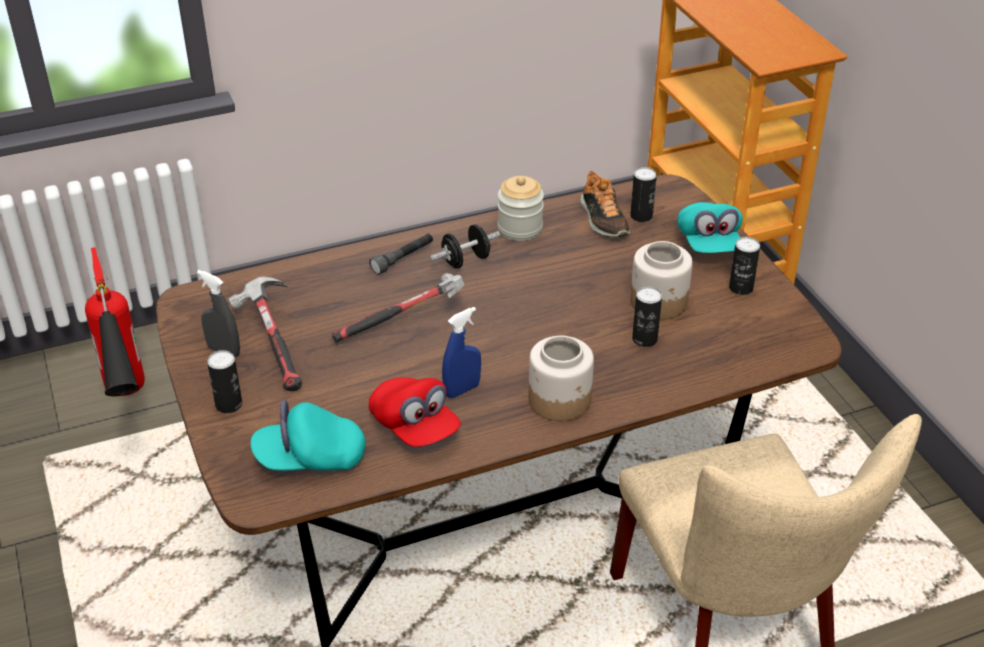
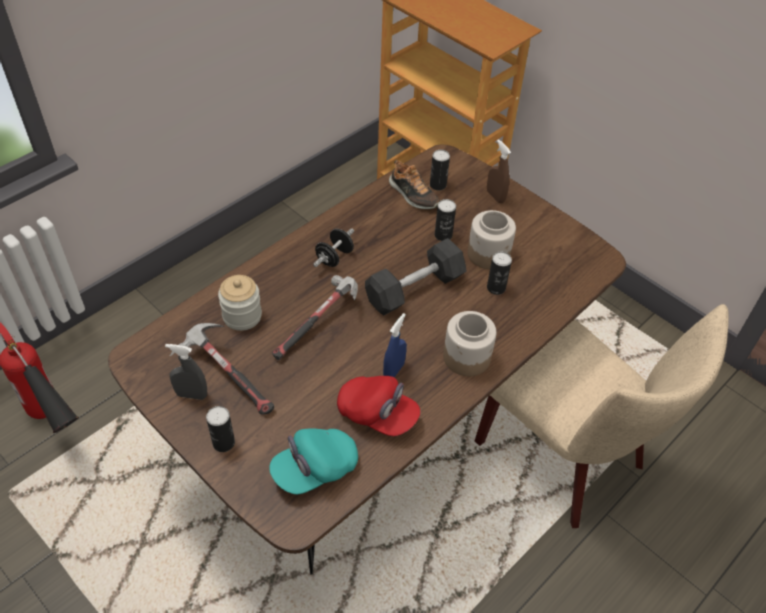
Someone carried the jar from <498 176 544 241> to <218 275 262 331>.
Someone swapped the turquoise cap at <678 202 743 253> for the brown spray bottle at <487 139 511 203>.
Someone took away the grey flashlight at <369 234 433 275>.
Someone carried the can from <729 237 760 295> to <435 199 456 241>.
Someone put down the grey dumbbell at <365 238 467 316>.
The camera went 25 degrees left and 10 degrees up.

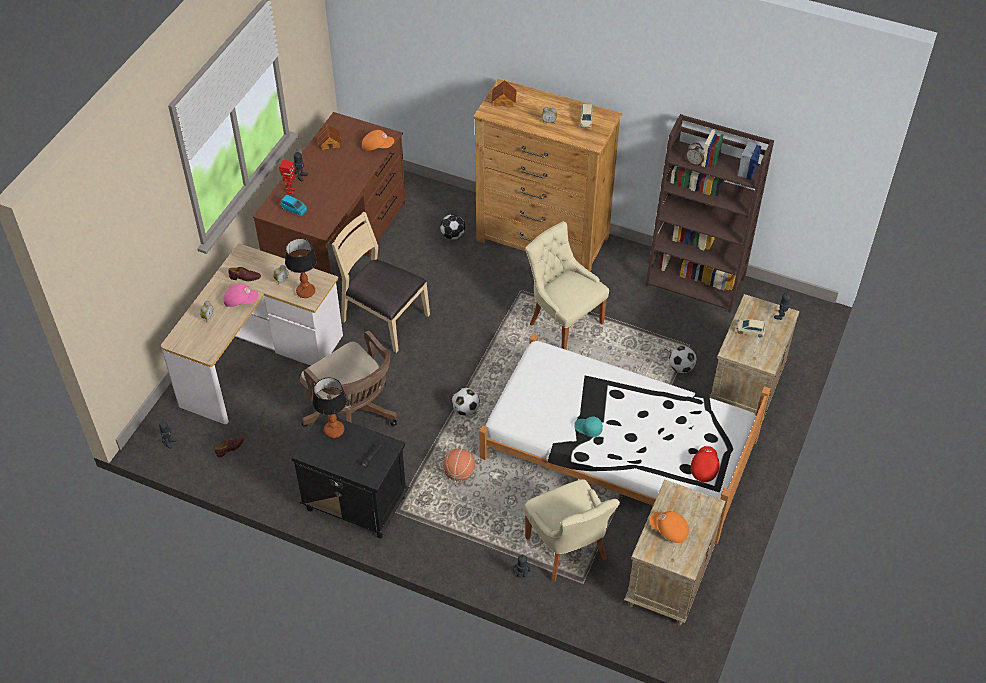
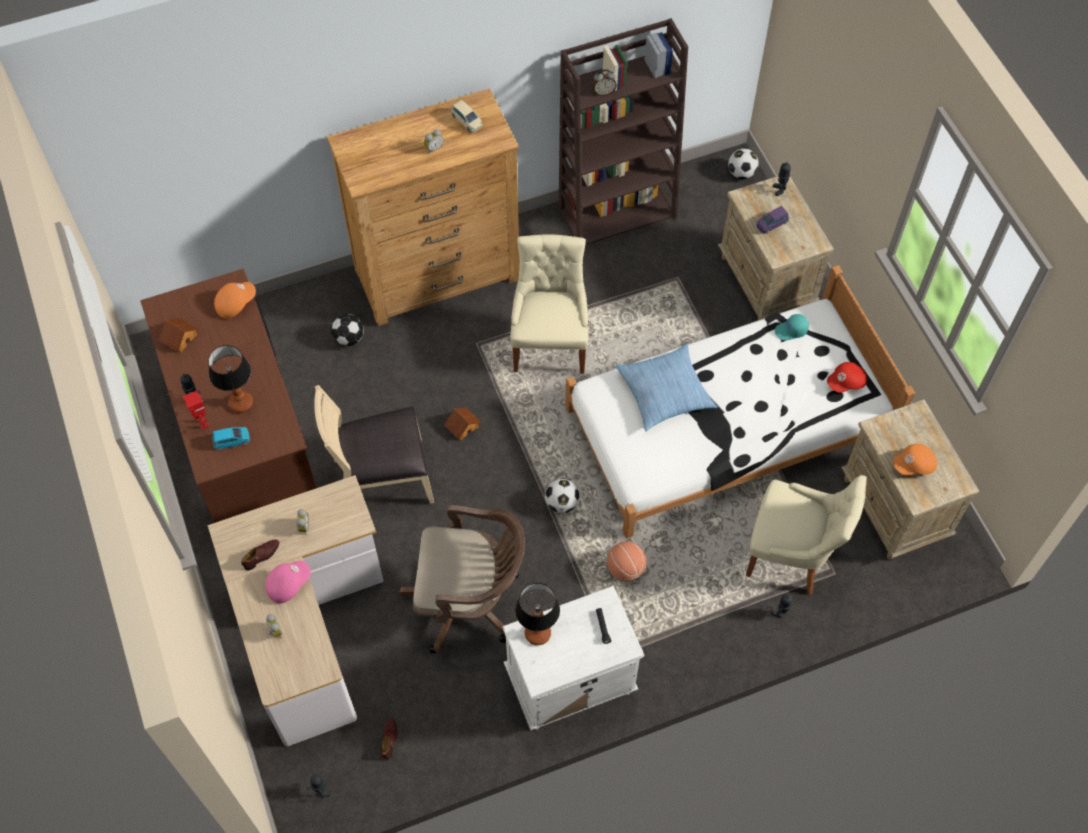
Someone carried the toy house from <491 80 517 107> to <444 408 481 441>.
Someone rotated the beige chair at <525 221 609 350> by 90 degrees clockwise.
Someone carried the table lamp from <285 238 317 298> to <208 345 253 413>.
Someone repainted the beige toy car at <736 319 765 337>, which became the purple toy car at <756 206 789 234>.
Someone carried the football from <669 346 697 373> to <728 148 759 179>.
Someone repainted the black nightstand at <292 414 409 539>, which became the white nightstand at <502 586 644 730>.
Someone carried the turquoise cap from <574 416 603 437> to <774 314 809 340>.
Someone rotated the red cap at <691 446 720 482> by 90 degrees counterclockwise.
Someone put down the pillow at <616 343 718 431>.
The camera went 45 degrees left and 10 degrees up.

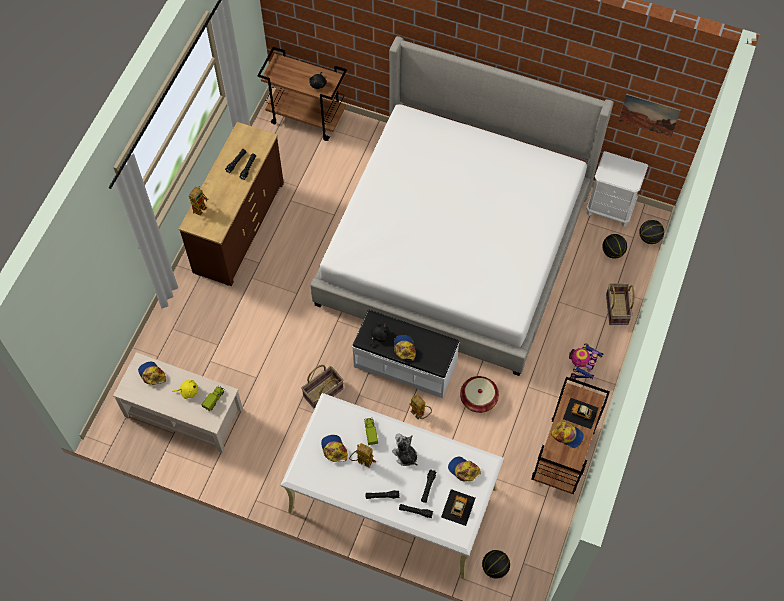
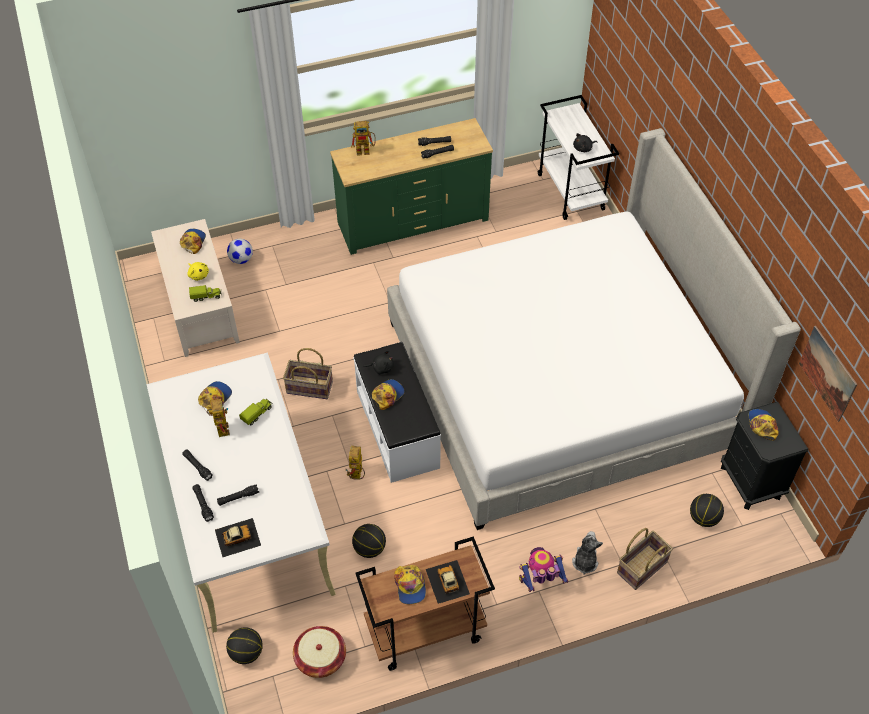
Someone repainted the brown cart at <257 47 347 141>, which became the white cart at <538 95 619 220>.
Someone repainted the brown dresser at <179 122 284 286>, which became the green dresser at <330 118 493 255>.
Someone repainted the white nightstand at <586 151 648 227>, which became the black nightstand at <721 402 808 510>.
Someone carried the basketball from <639 220 664 244> to <352 524 386 558>.
Someone carried the basket from <460 376 499 413> to <293 626 346 678>.
Someone carried the plush toy from <392 433 418 466> to <572 531 603 575>.
Someone carried the cap from <448 457 481 481> to <749 409 778 440>.
Someone put down the football at <227 239 253 264>.
The camera went 50 degrees right and 10 degrees down.

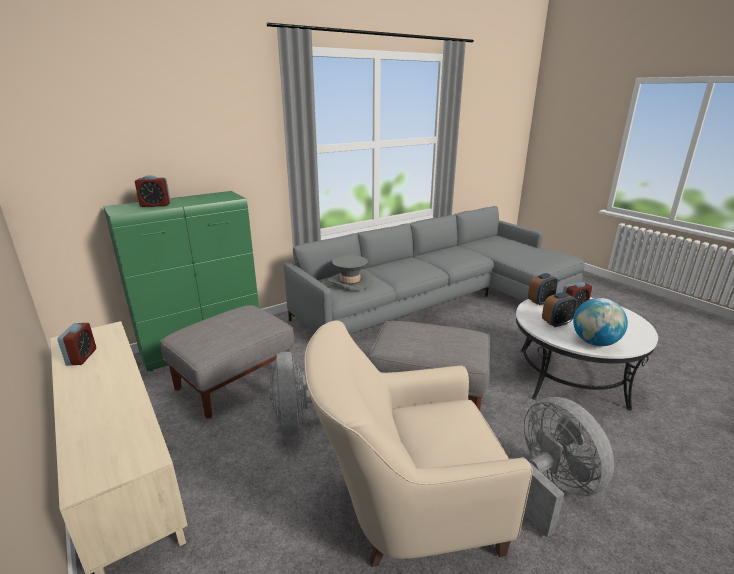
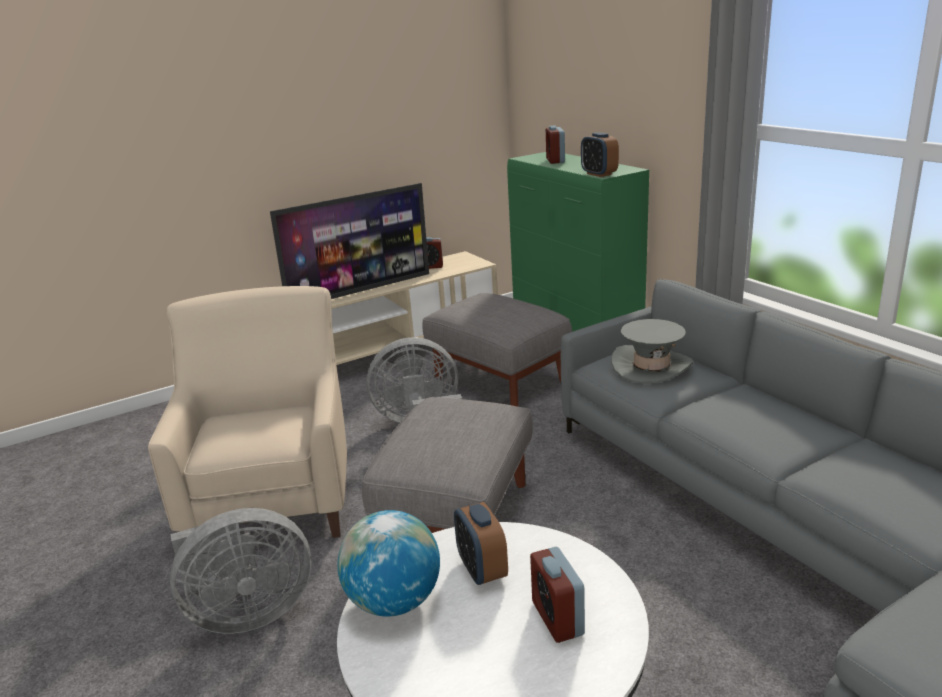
Someone carried the alarm clock from <528 273 558 305> to <581 132 619 177>.
Someone put down the television at <270 183 429 299>.
The camera went 95 degrees right and 0 degrees up.

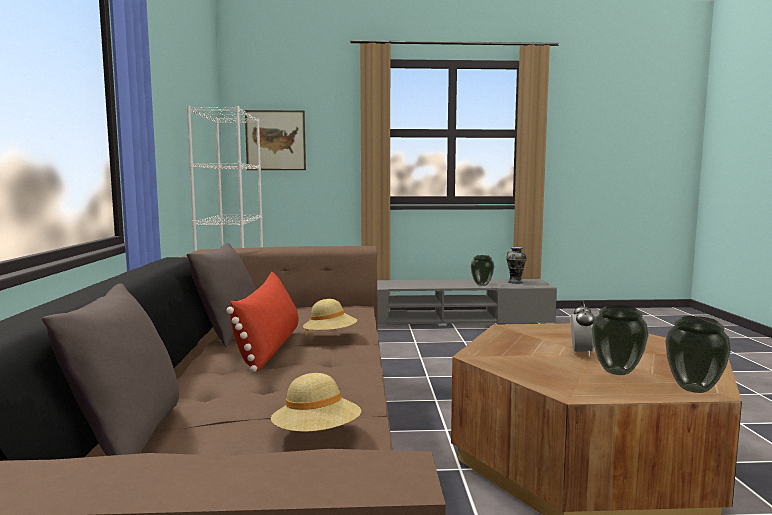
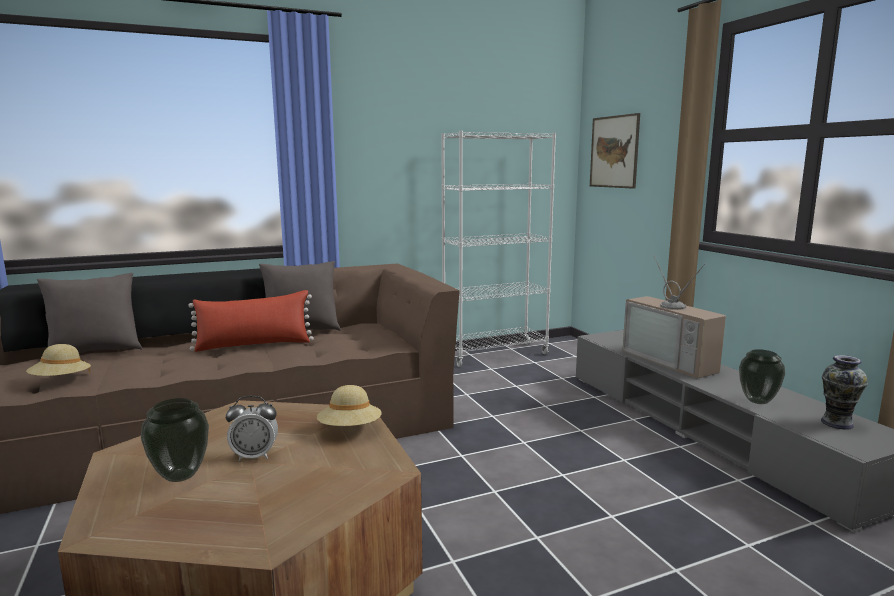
Someone carried the beige hat from <303 299 357 333> to <317 385 382 426>.
Someone took away the vase at <665 316 731 393>.
Someone put down the television at <623 255 726 379>.
The camera went 70 degrees right and 5 degrees up.

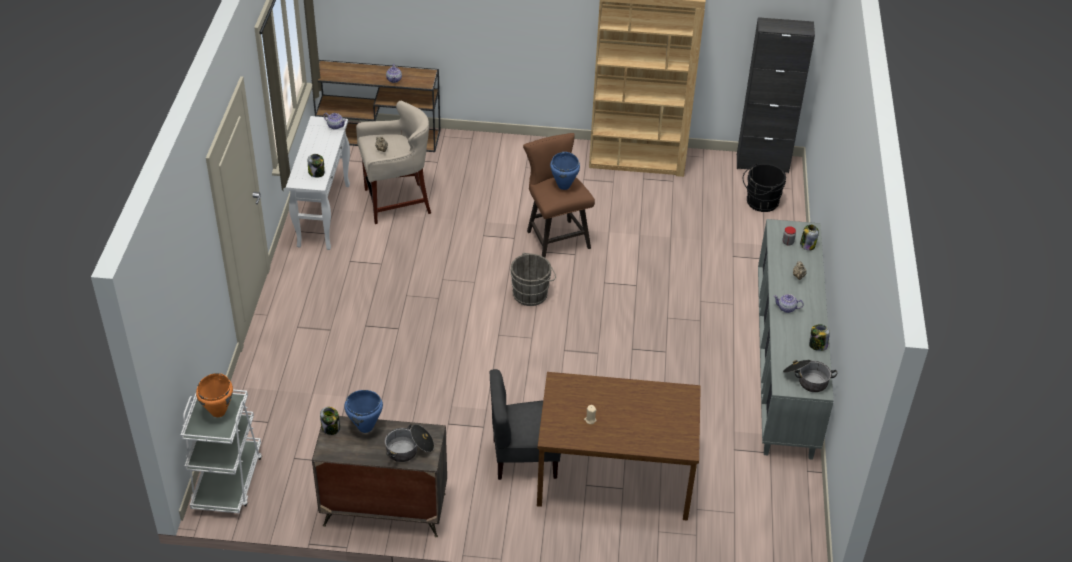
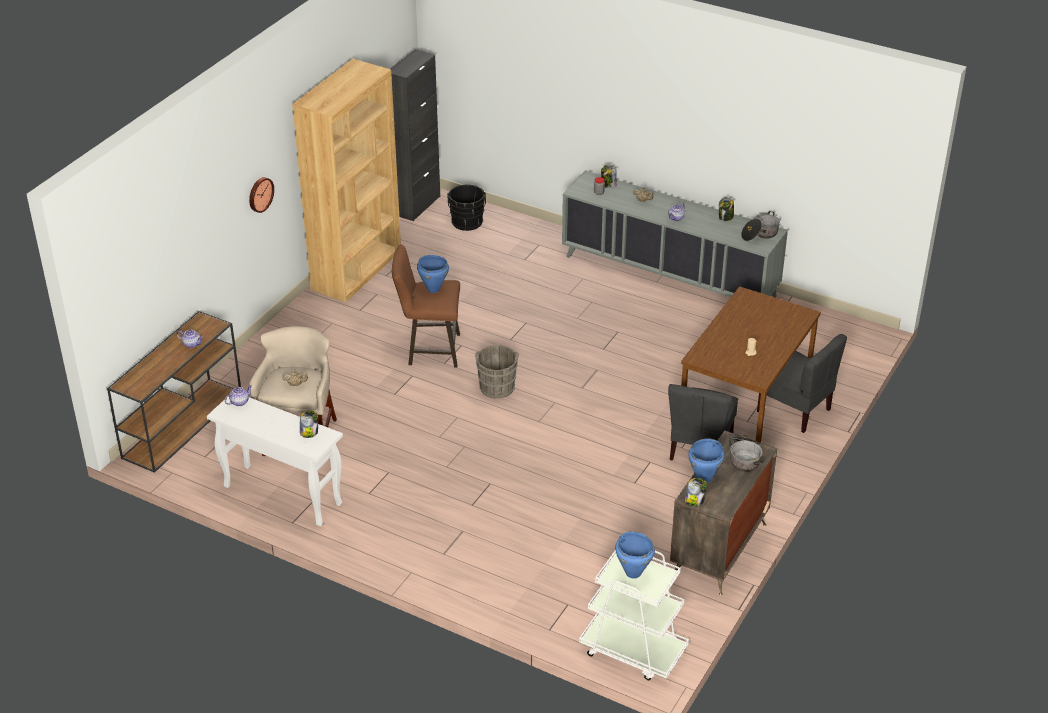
Someone repainted the orange cooking pot at <196 373 233 417>, which became the blue cooking pot at <615 532 655 579>.
Someone put up the wall clock at <249 177 274 213>.
Someone put down the grey chair at <757 334 847 433>.
The camera went 65 degrees left and 5 degrees down.

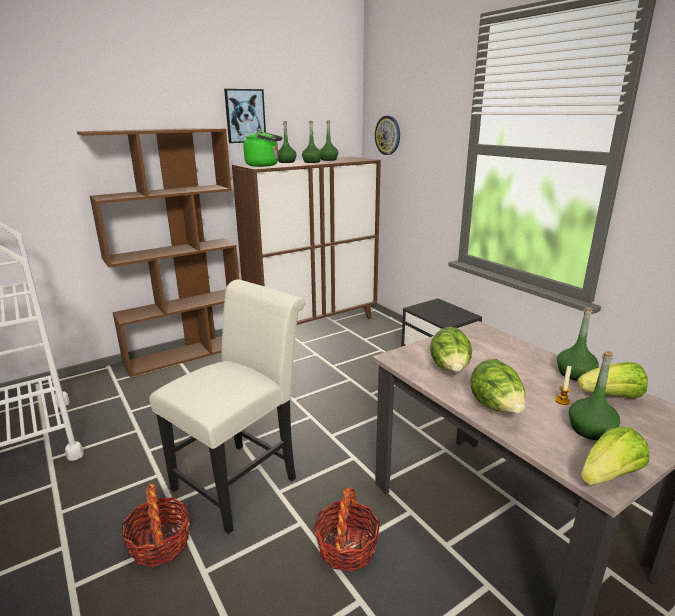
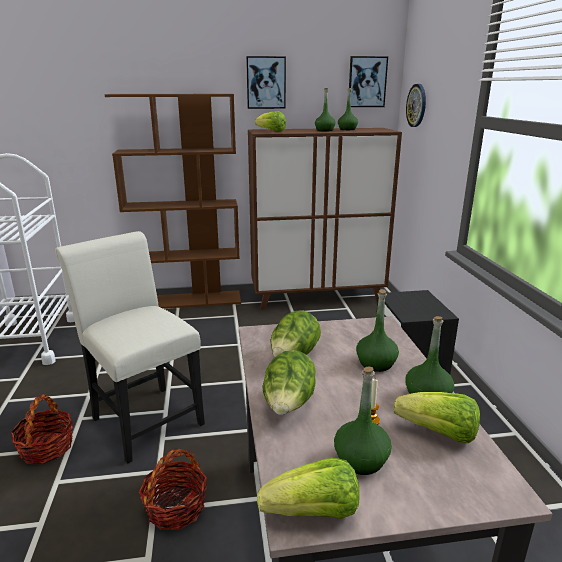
Someone carried the green bottle from <278 121 297 163> to <356 289 399 372>.
Someone swapped the green kettle at <243 131 282 167> for the lettuce at <255 111 286 132>.
Someone rotated the white chair at <149 279 305 534> by 105 degrees counterclockwise.
Someone put up the picture at <349 56 388 107>.
The camera went 25 degrees right and 0 degrees up.

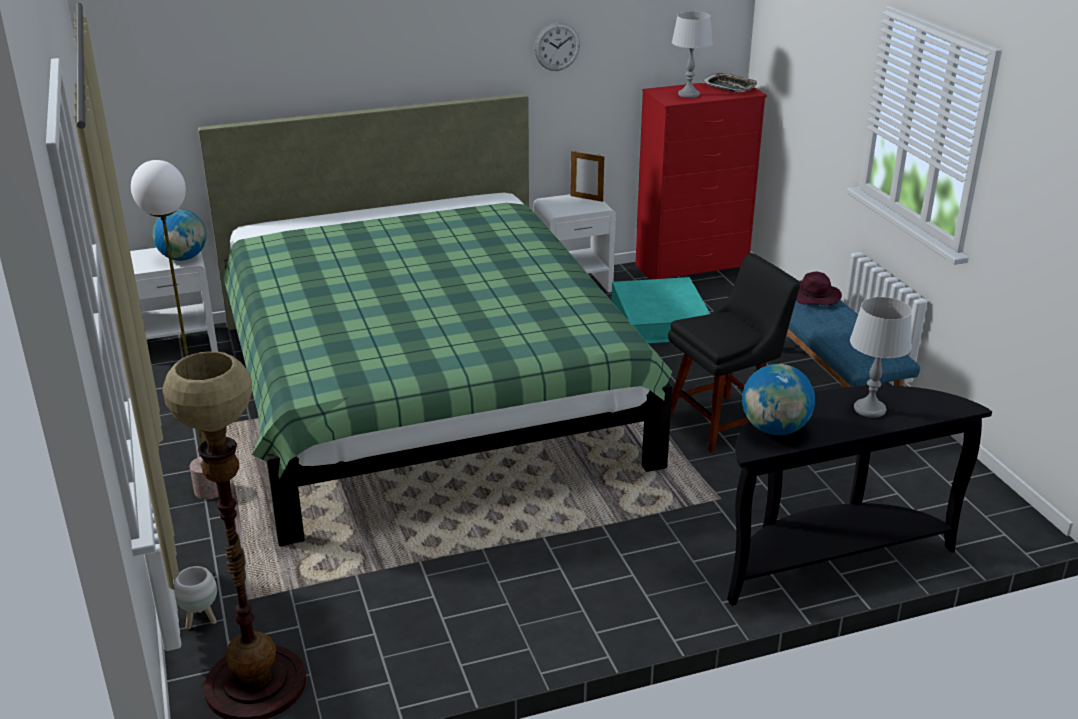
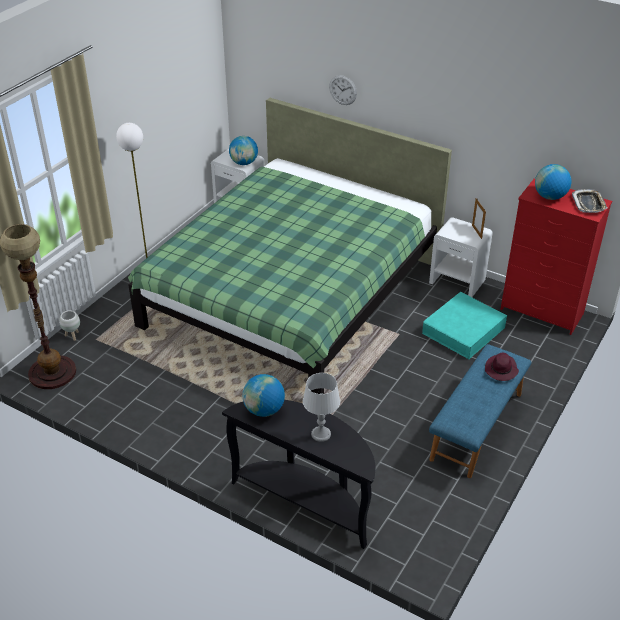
Someone swapped the grey table lamp at <672 11 713 98> for the globe at <535 164 571 200>.
Someone carried the wall clock from <535 23 580 71> to <329 75 357 105>.
Someone took away the black chair at <668 253 800 453>.
The camera went 50 degrees right and 10 degrees up.

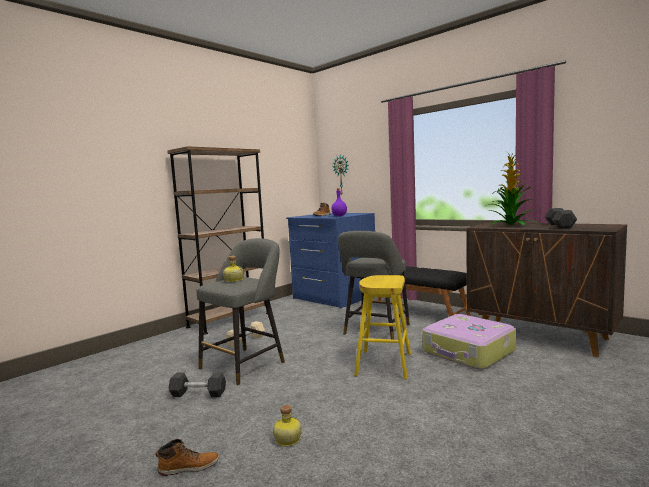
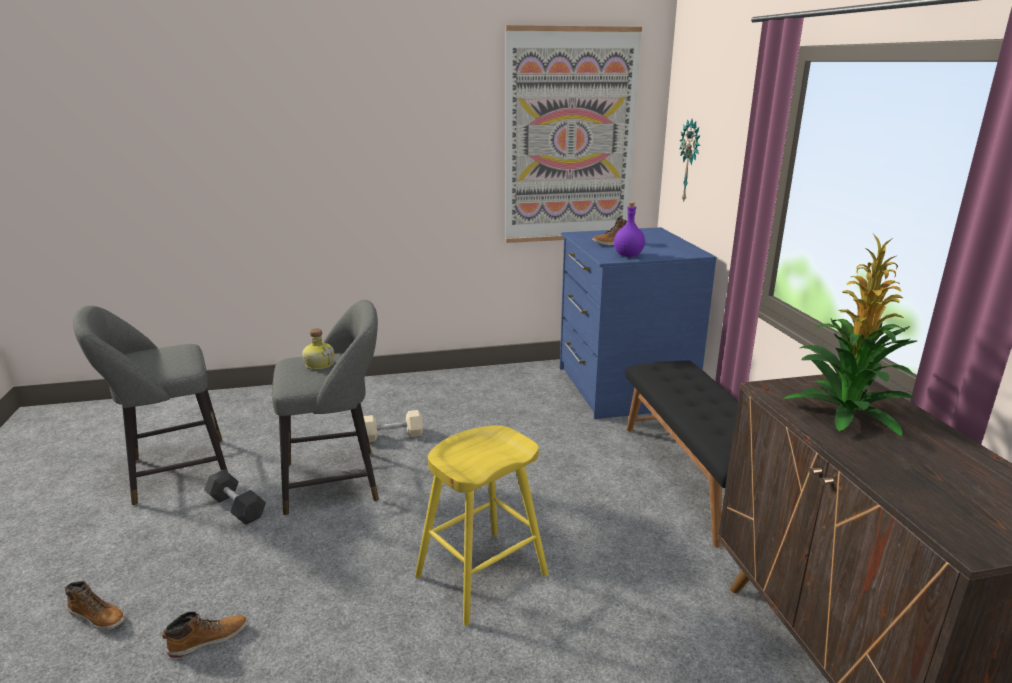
Someone took away the brown bookcase at <167 146 268 335>.
Someone took away the grey dumbbell at <545 208 577 229>.
Someone carried the grey stool from <338 231 410 340> to <73 305 228 505>.
Someone took away the suitcase at <423 314 516 370>.
Someone swapped the bottle at <273 405 302 446> for the boot at <162 611 247 658>.
Someone put up the picture at <505 25 642 243>.
The camera went 35 degrees right and 15 degrees up.

